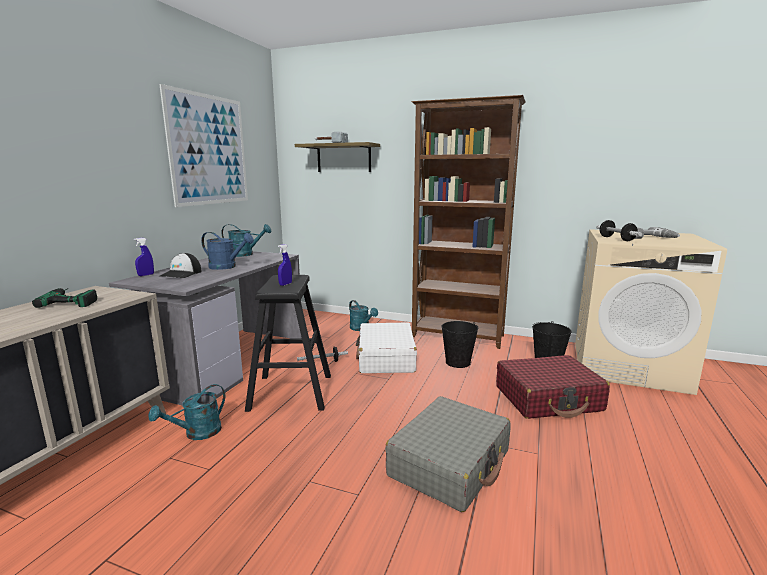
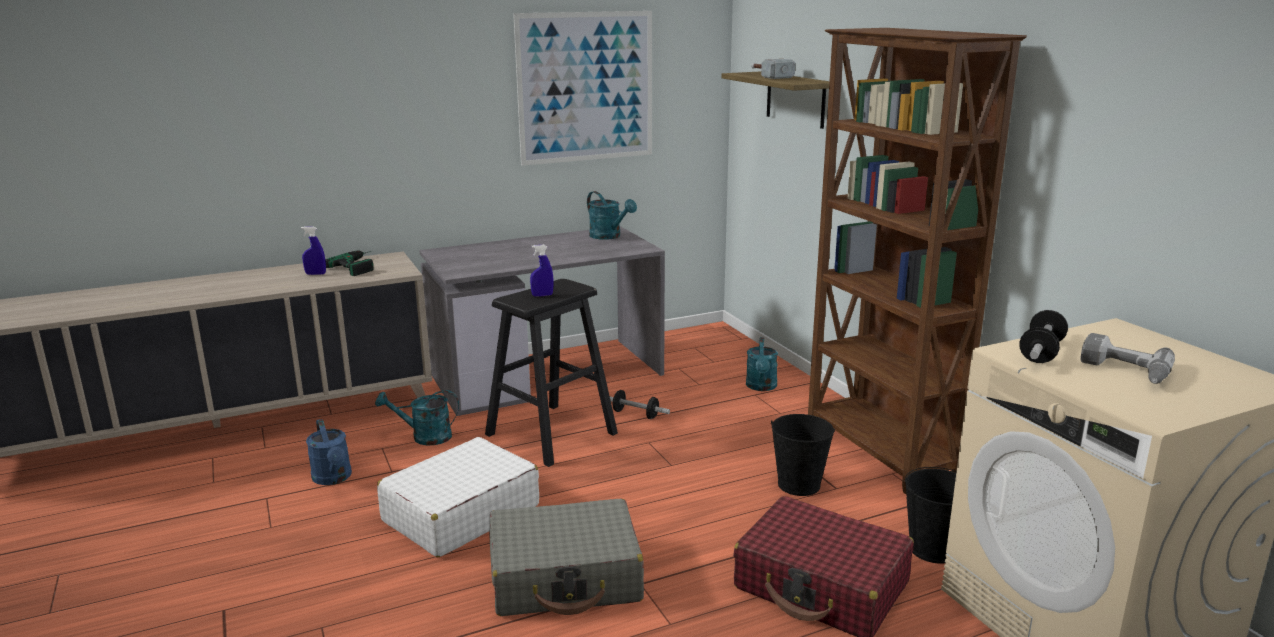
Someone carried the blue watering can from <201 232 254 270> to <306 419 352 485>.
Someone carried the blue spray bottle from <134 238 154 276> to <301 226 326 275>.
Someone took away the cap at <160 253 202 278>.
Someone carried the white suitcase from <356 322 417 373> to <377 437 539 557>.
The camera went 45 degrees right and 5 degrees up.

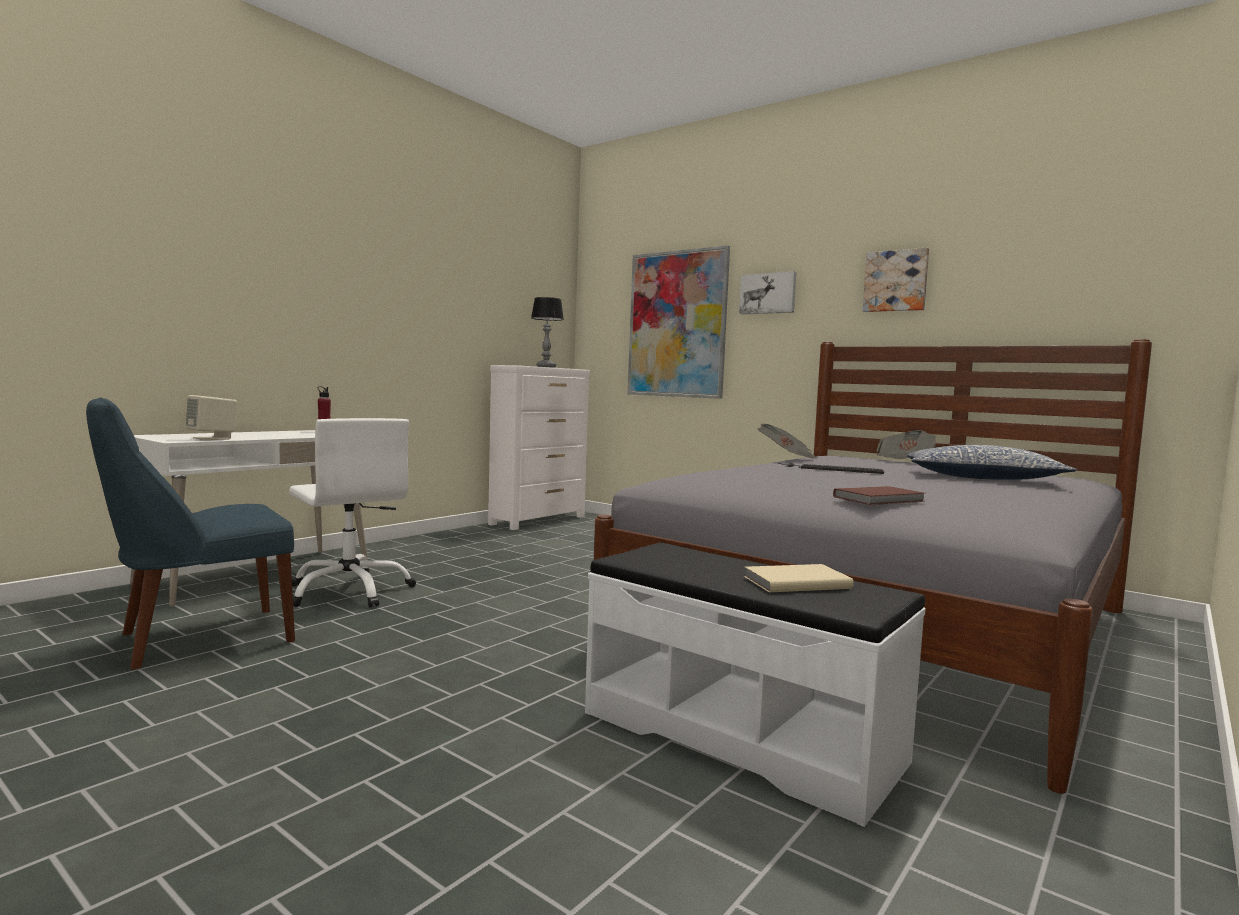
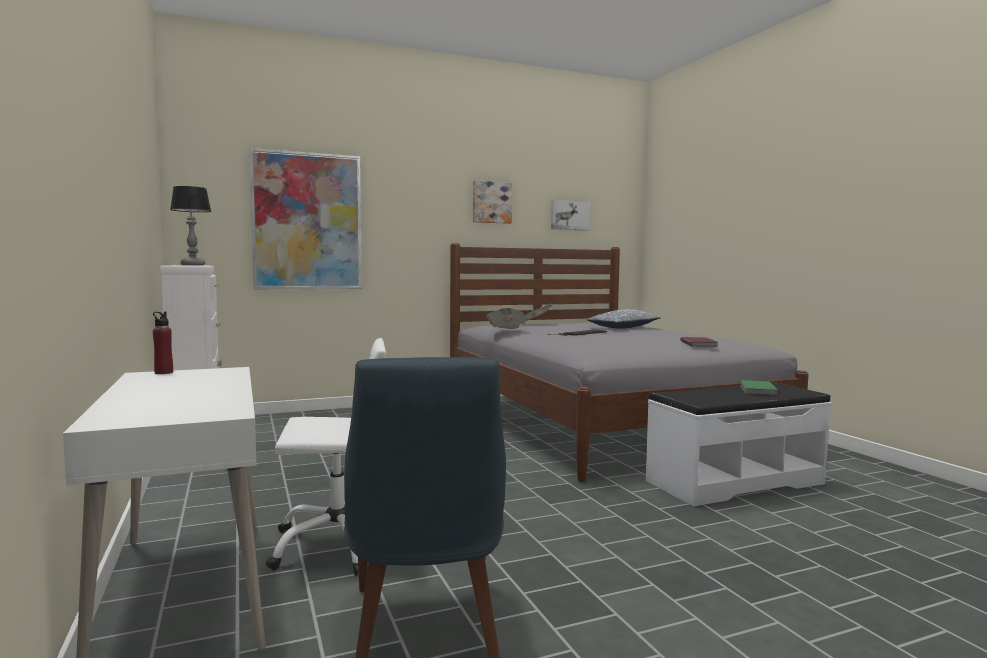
Someone carried the picture from <739 271 796 314> to <551 200 590 231>.
Someone took away the beige speaker at <186 395 237 440>.
Someone repainted the beige book at <744 564 854 592>, which became the green book at <740 380 779 396>.
The camera went 60 degrees left and 0 degrees up.

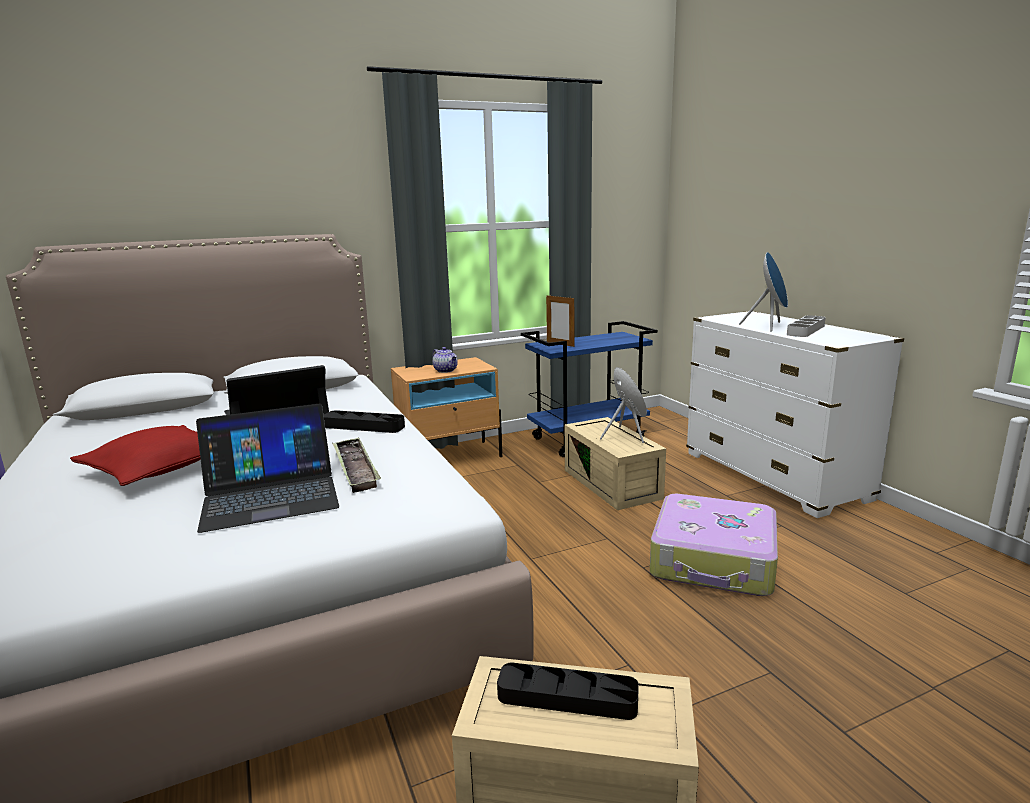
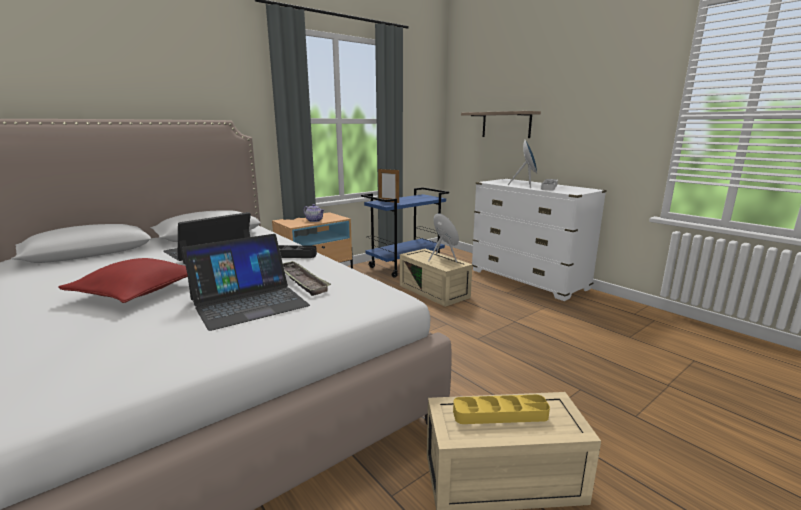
Someone took away the suitcase at <650 494 778 596>.
Someone repainted the black tray at <497 662 639 720>, which became the yellow tray at <453 395 550 424>.
Someone put up the shelf at <461 111 541 138>.
The camera went 15 degrees left and 0 degrees up.

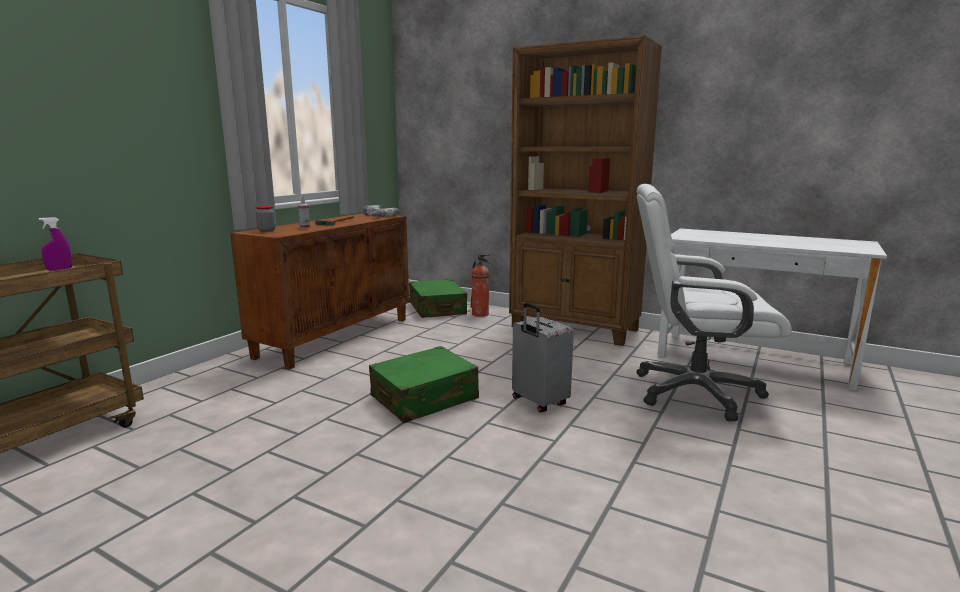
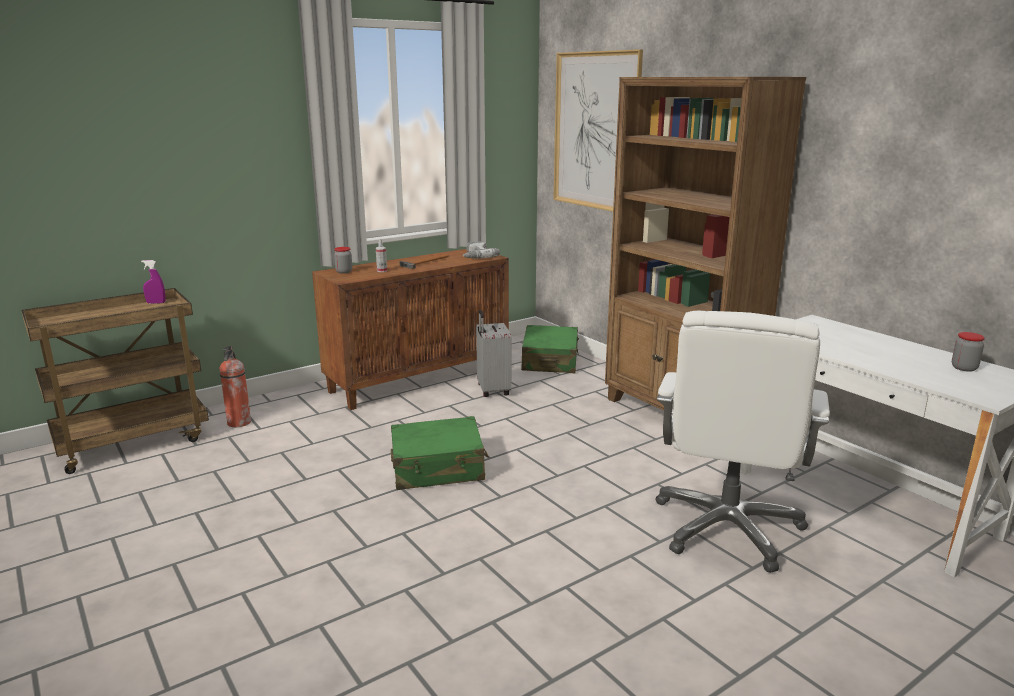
Someone rotated the white office chair at <637 184 792 421> by 105 degrees counterclockwise.
Someone carried the fire extinguisher from <470 255 490 317> to <219 346 251 427>.
Someone carried the grey suitcase from <512 303 574 412> to <476 310 511 397>.
Someone put up the picture at <553 49 643 212>.
Someone put down the jar at <952 332 985 372>.
The camera went 25 degrees right and 5 degrees up.

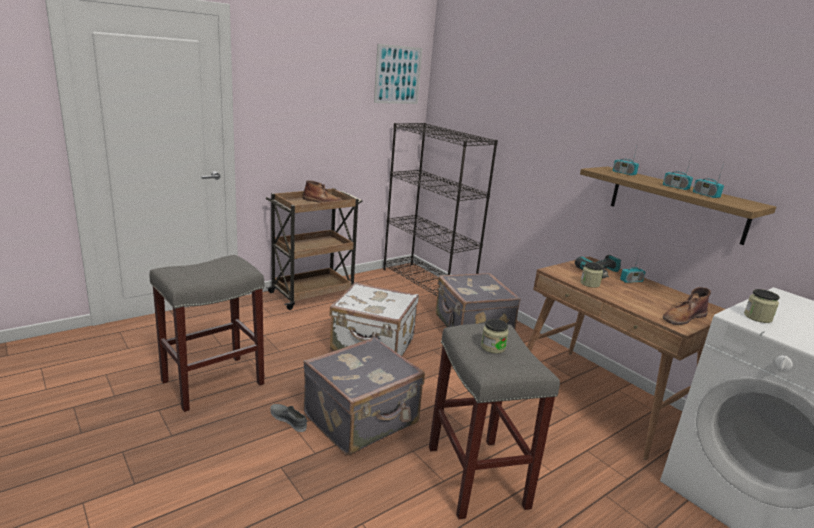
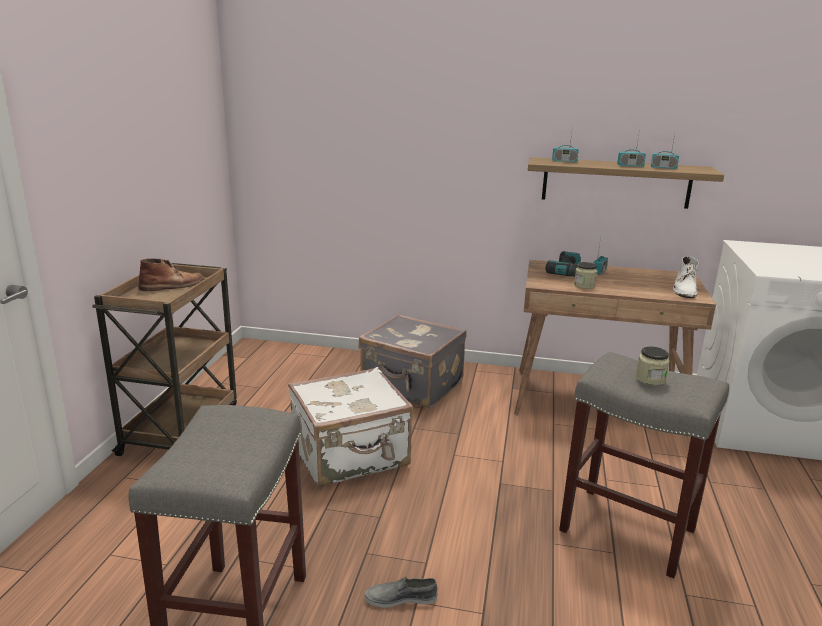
Someone took away the picture at <374 44 422 104>.
Someone took away the black bookcase at <383 123 498 296>.
Someone repainted the brown boot at <663 287 711 325>, which became the white boot at <673 256 699 298>.
Someone took away the jar at <744 289 780 323>.
Someone took away the grey suitcase at <303 337 425 455>.
The camera went 40 degrees left and 0 degrees up.

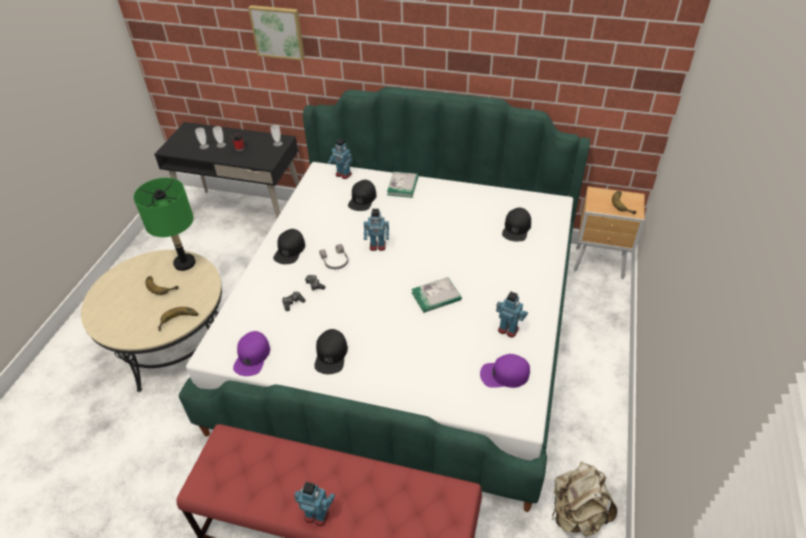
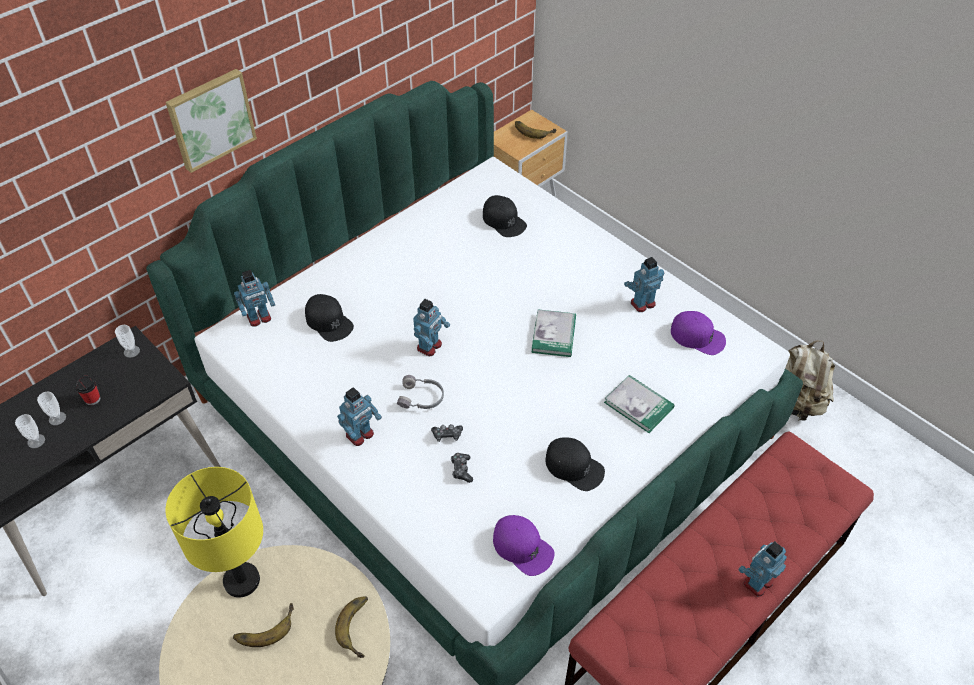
Someone carried the picture from <248 5 305 61> to <166 69 257 173>.
Someone carried the book from <387 172 419 198> to <604 375 675 433>.
Someone repainted the green table lamp at <133 178 196 271>, which became the yellow table lamp at <165 467 263 598>.
Someone swapped the black cap at <273 229 305 264> for the toy robot at <337 387 382 446>.
Someone rotated the purple cap at <480 354 530 388> by 90 degrees counterclockwise.
The camera went 60 degrees left and 5 degrees up.

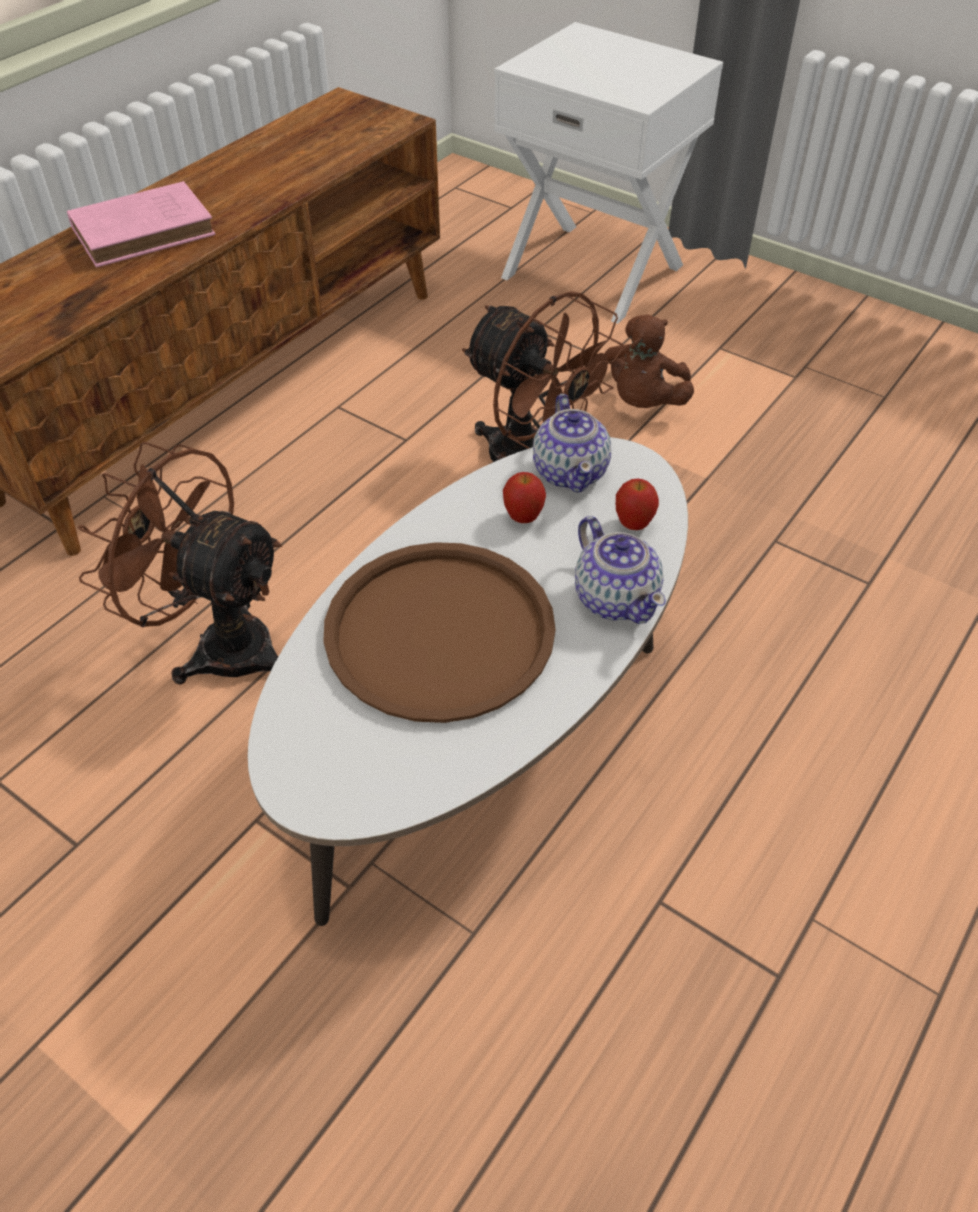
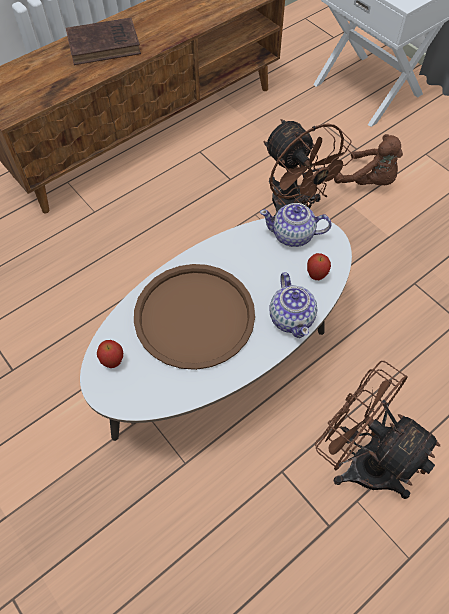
Someone repainted the pink book at <67 181 216 268>, which became the brown book at <66 18 141 65>.
Someone rotated the brown plush toy at <605 314 694 408> by 90 degrees counterclockwise.
Someone rotated the teapot at <533 394 611 493> by 90 degrees clockwise.
Someone carried the brown fan from <78 441 282 685> to <315 361 440 499>.
Someone carried the apple from <503 472 546 523> to <97 340 123 368>.
The camera went 15 degrees right and 10 degrees up.

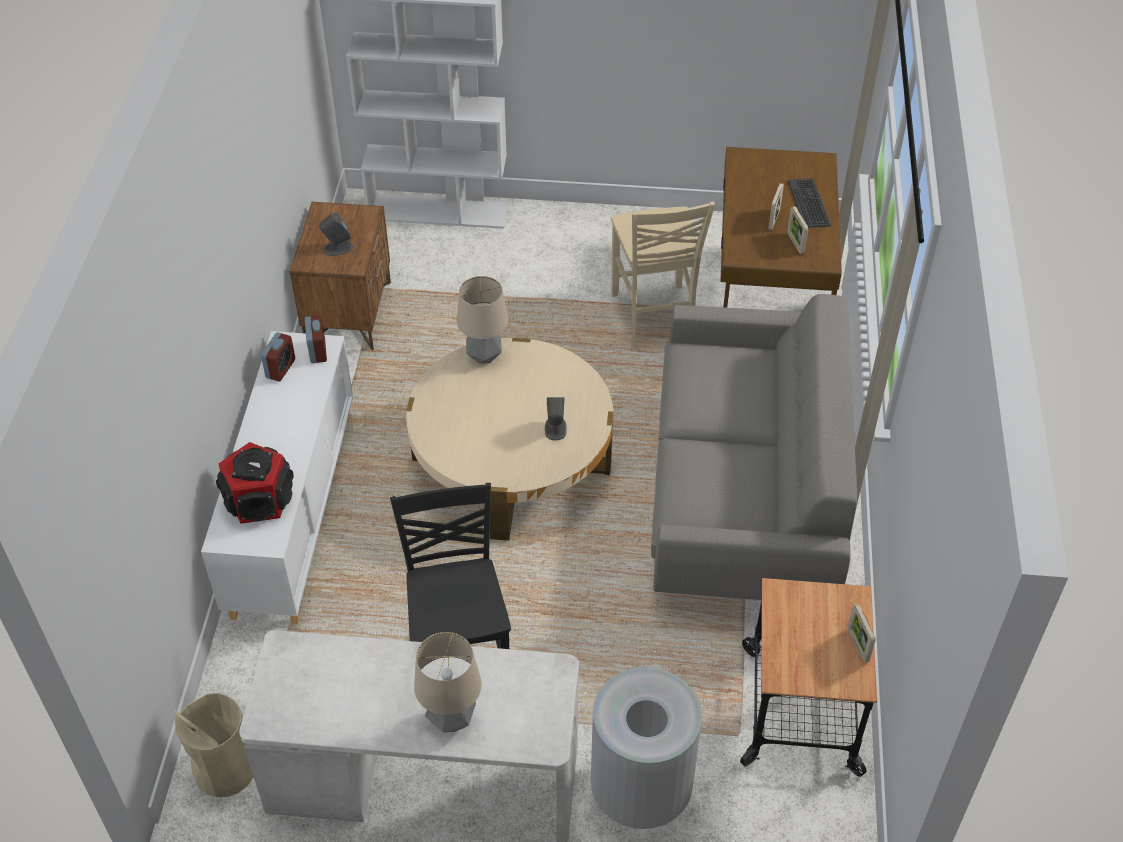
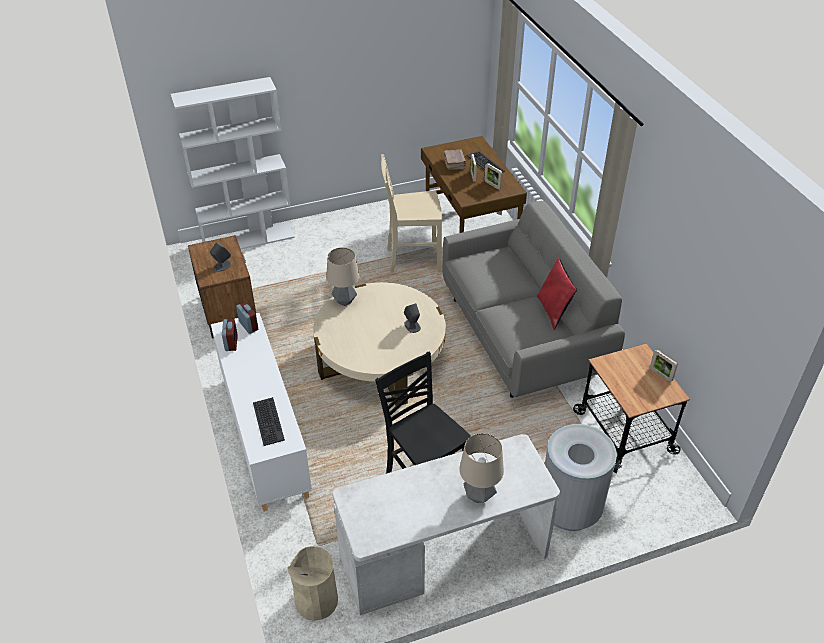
Someone rotated the beige chair at <611 201 715 349> by 120 degrees clockwise.
Someone swapped the speaker at <216 442 294 524> for the keyboard at <253 397 285 446>.
Someone put down the brown book at <443 149 467 170>.
Someone put down the red pillow at <537 258 577 330>.
The camera went 25 degrees left and 5 degrees down.

